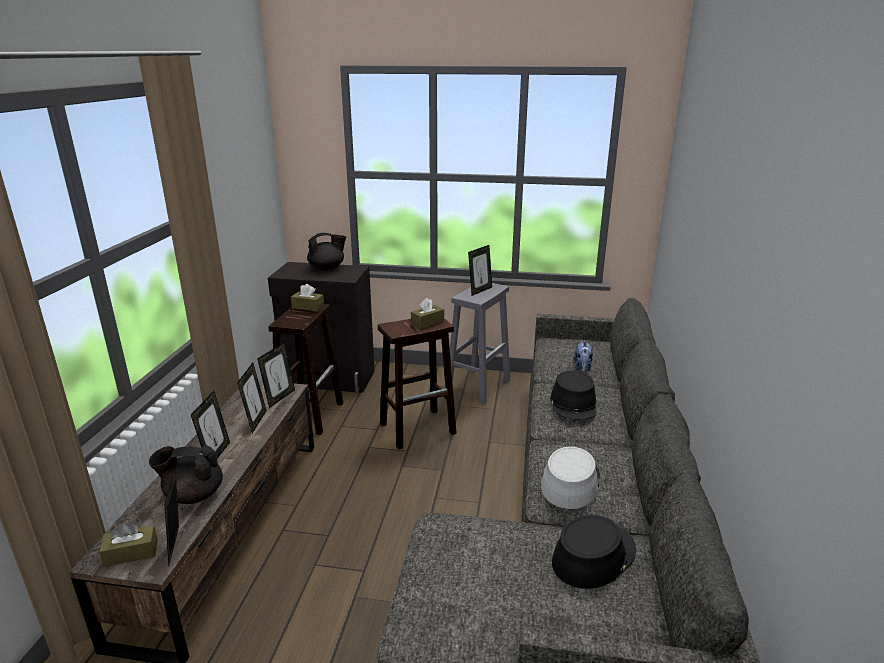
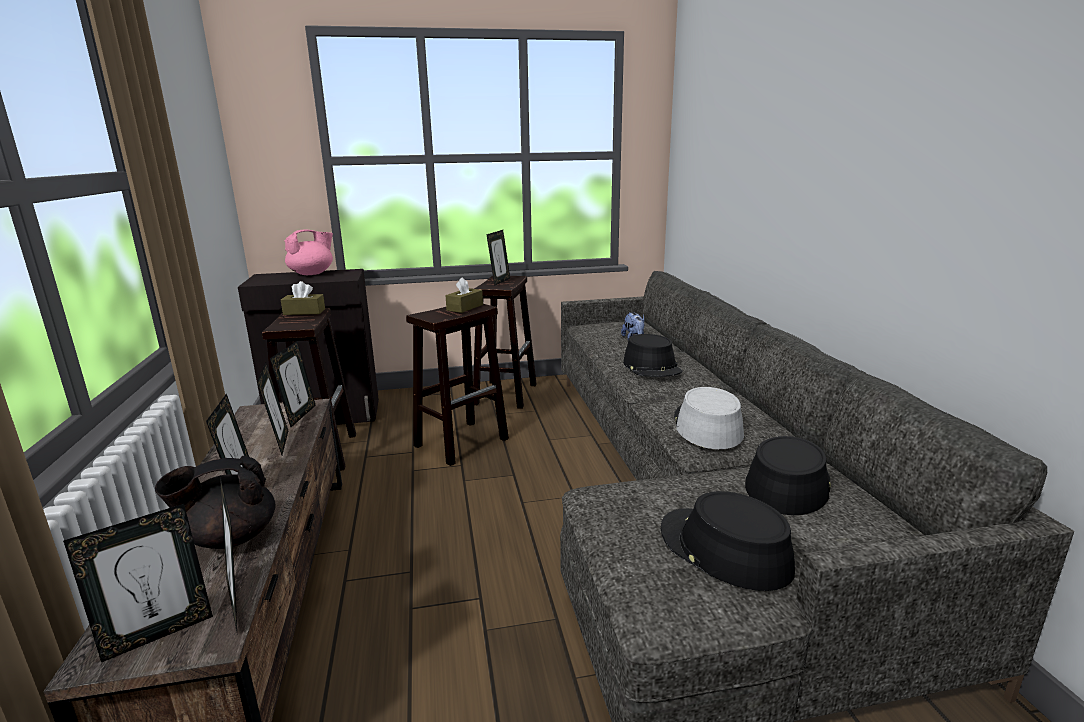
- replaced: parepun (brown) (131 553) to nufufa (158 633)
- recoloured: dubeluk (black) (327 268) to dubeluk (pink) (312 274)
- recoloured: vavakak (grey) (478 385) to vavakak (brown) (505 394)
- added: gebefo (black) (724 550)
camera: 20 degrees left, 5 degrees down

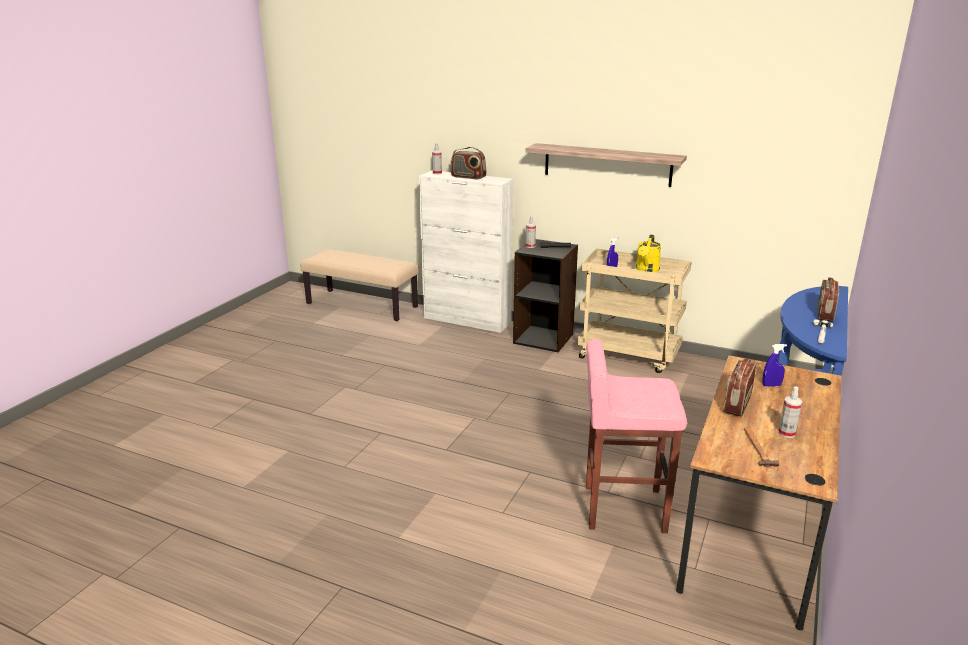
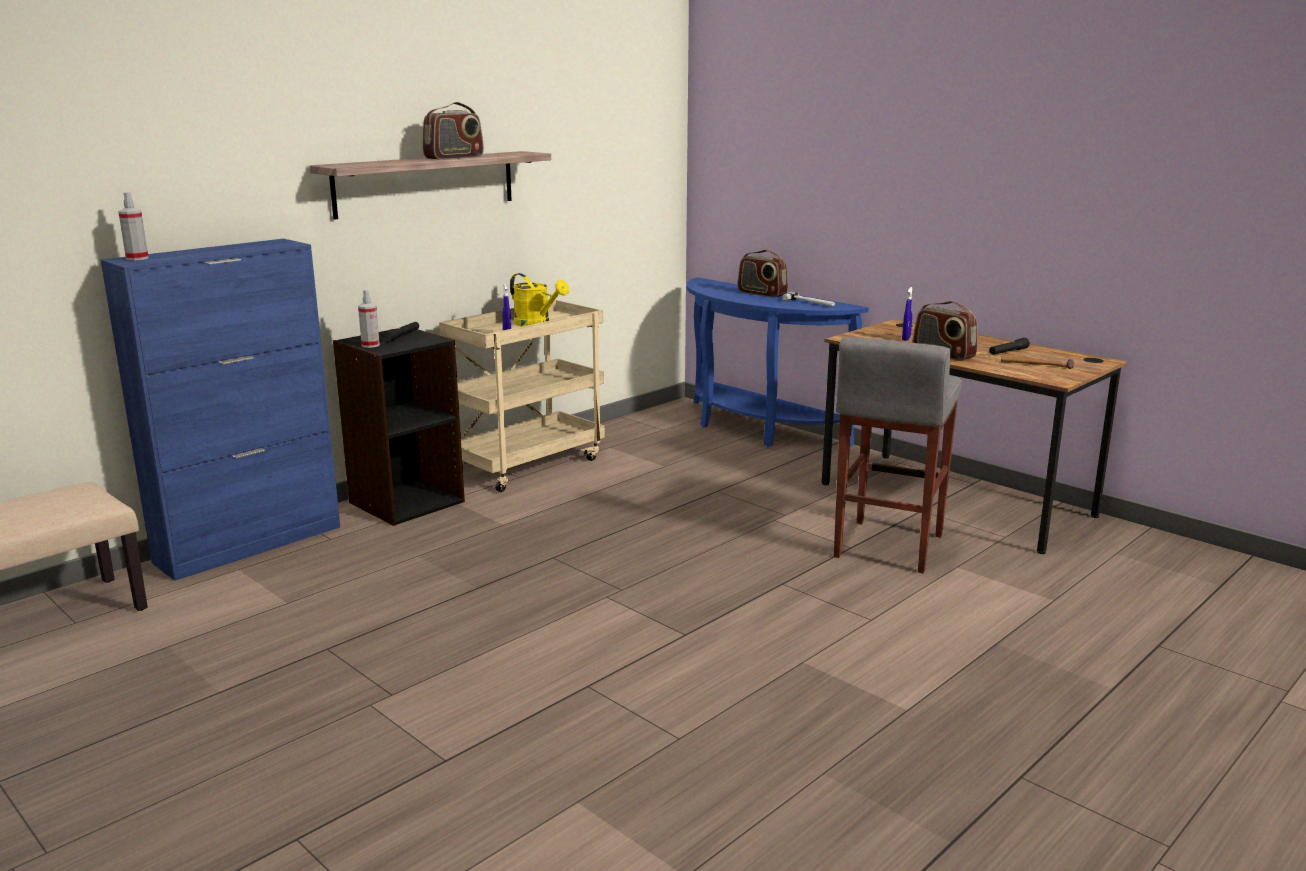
- recoloured: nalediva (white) (467 320) to nalediva (blue) (250 544)
- moved: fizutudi (468 177) to (454 158)
- recoloured: vavakak (pink) (623 508) to vavakak (grey) (887 546)
- replaced: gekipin (786 433) to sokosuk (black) (1008 352)
camera: 70 degrees left, 5 degrees down

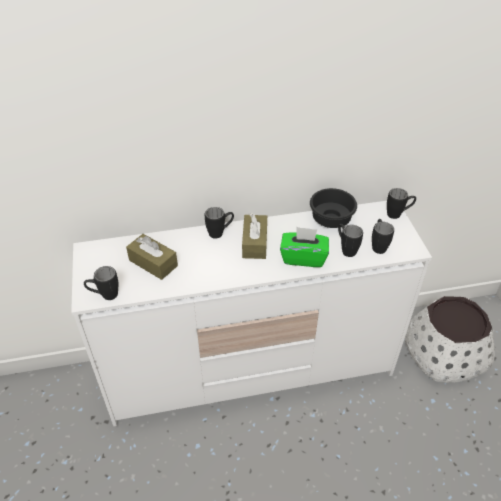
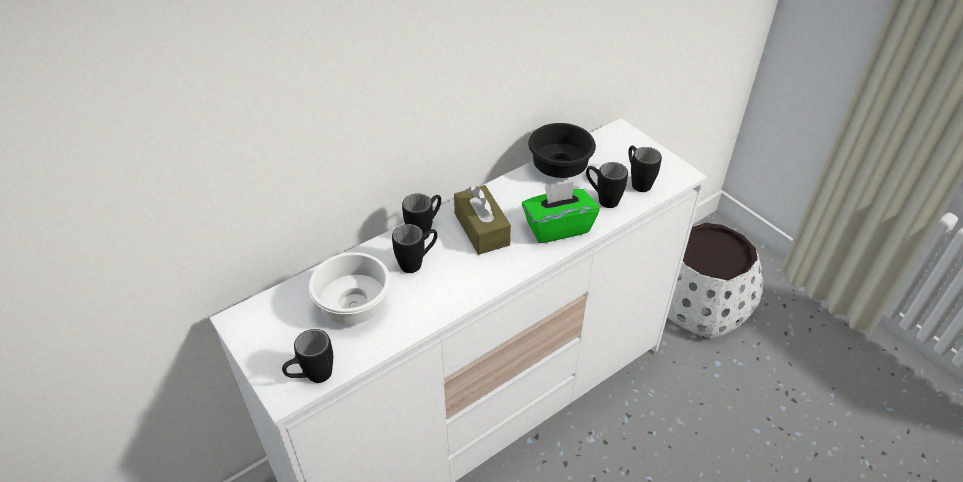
- replaced: parepun (brown) (153 263) to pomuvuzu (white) (356 304)
- moved: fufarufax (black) (398 214) to (417 263)
camera: 25 degrees left, 0 degrees up

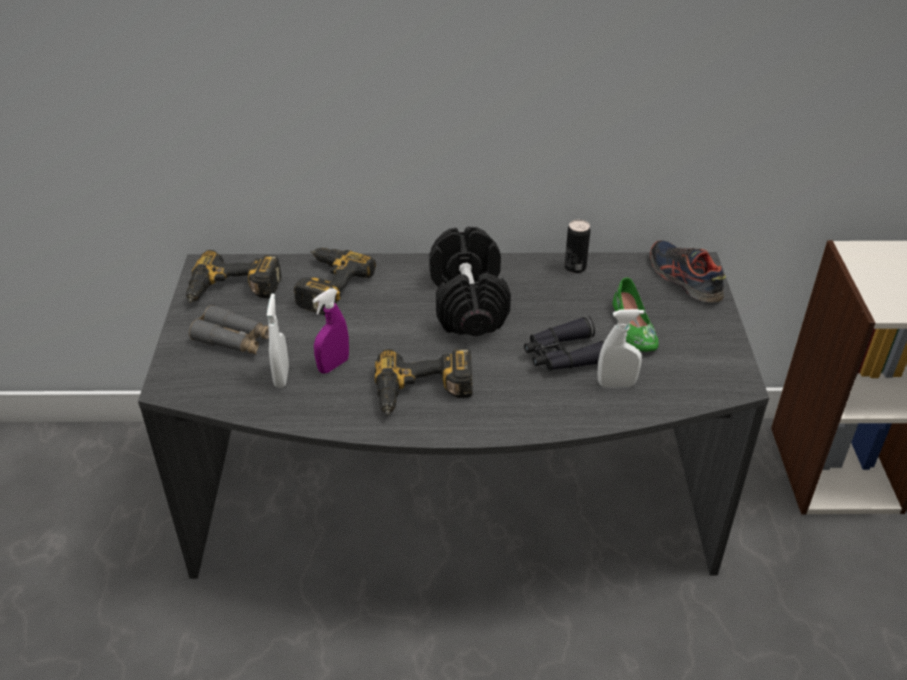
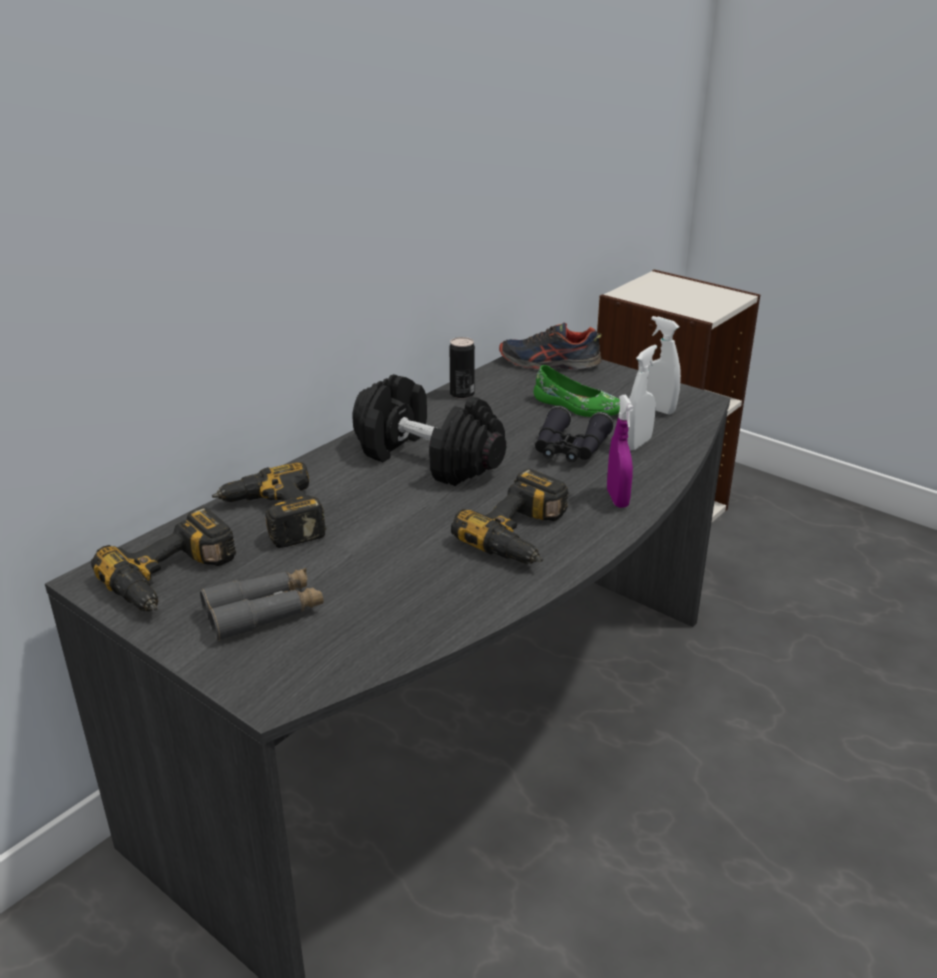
- moved: gekipin (white) (281 377) to (657 409)
- moved: gekipin (purple) (333 365) to (617 499)
camera: 50 degrees left, 10 degrees down

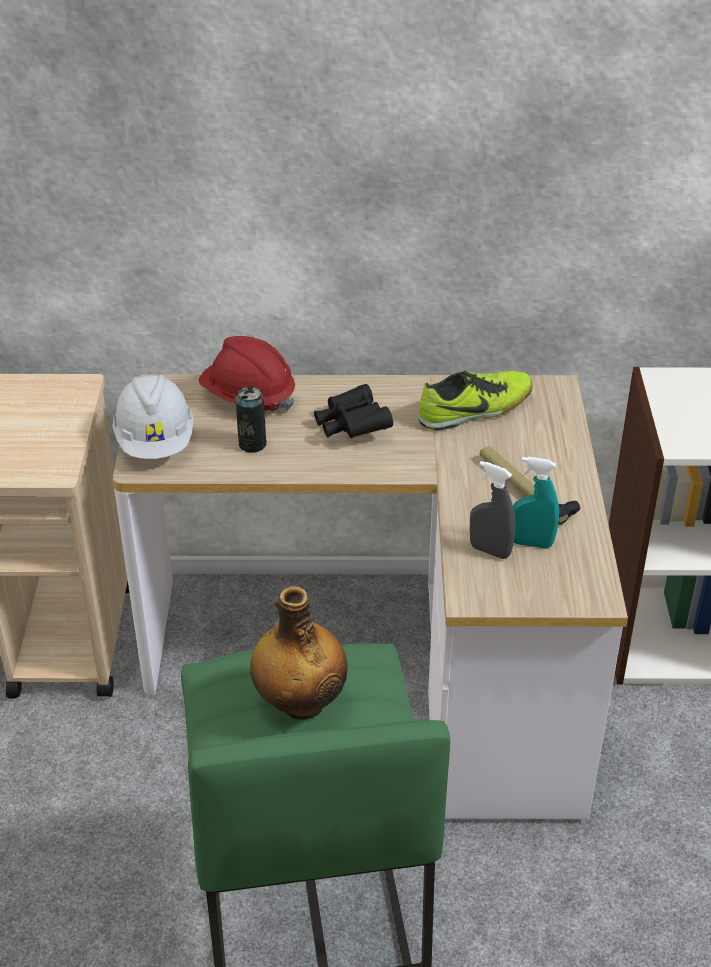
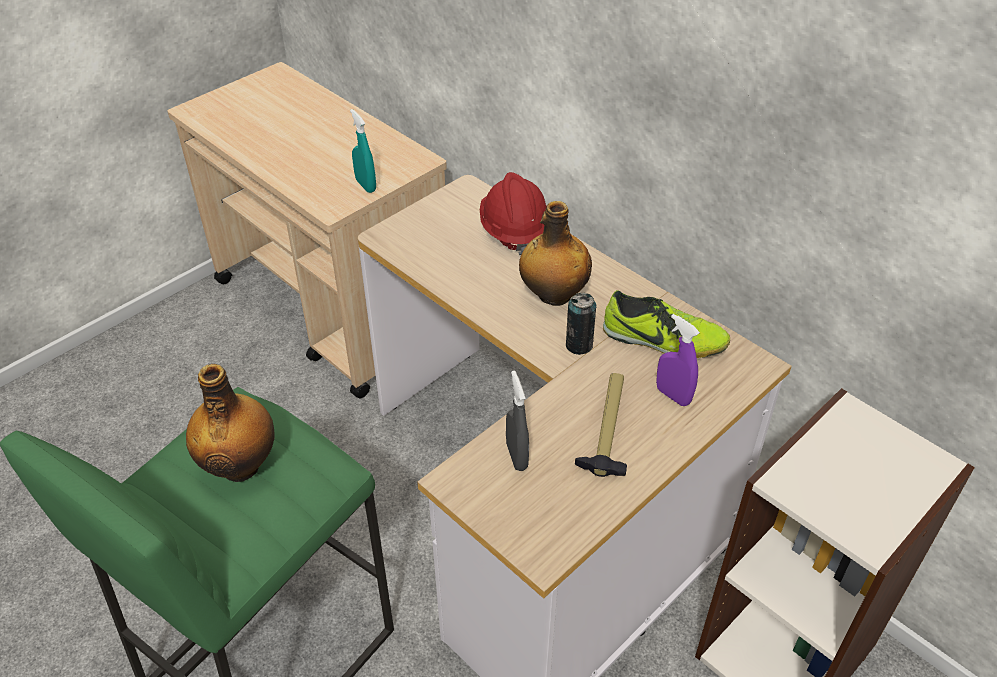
- removed: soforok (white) (155 442)
- moved: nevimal (252 444) to (579 345)
- replaced: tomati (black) (352 427) to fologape (553 295)
- moved: gekipin (turquoise) (531 543) to (366 185)
- added: gekipin (purple) (673 395)
camera: 45 degrees right, 5 degrees up

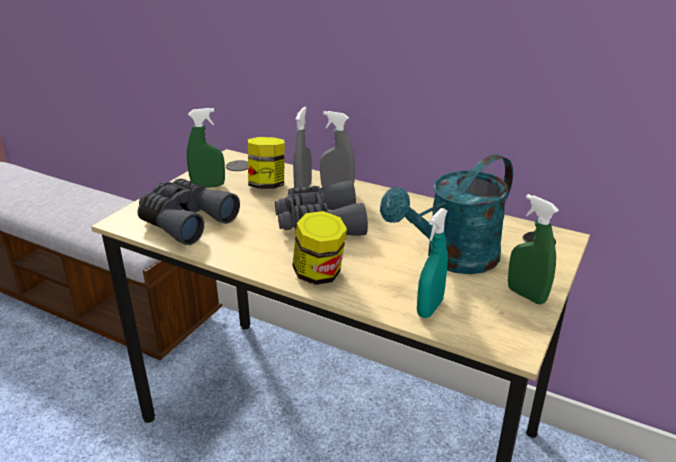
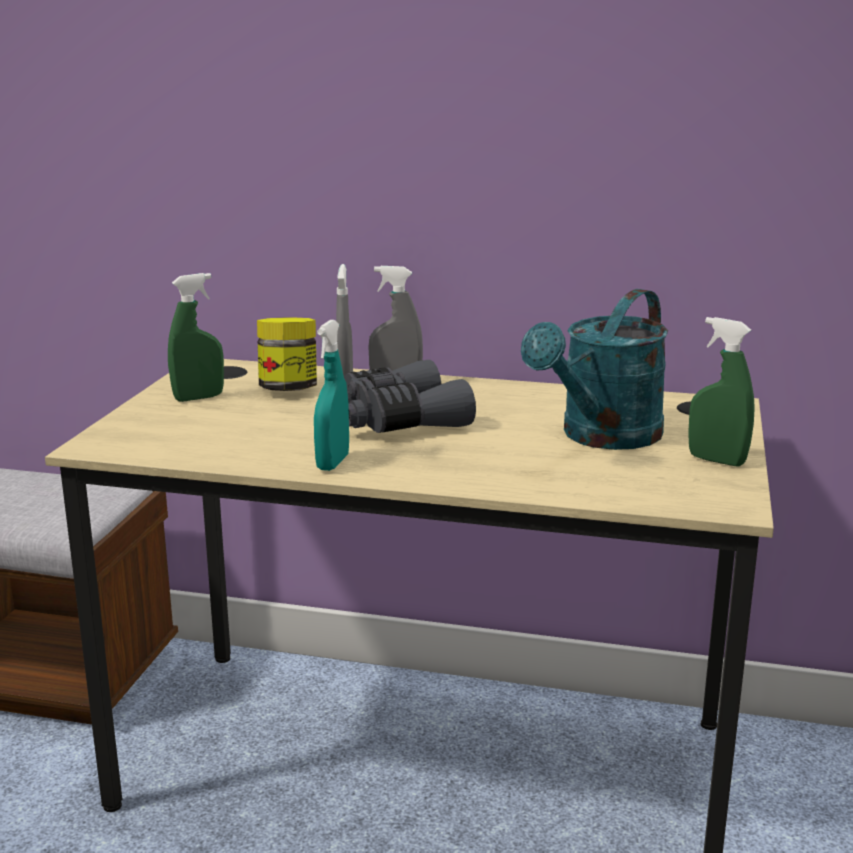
- removed: tomati (grey) (185 221)
- removed: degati (319 274)
- moved: gekipin (turquoise) (430 308) to (333 463)
camera: 15 degrees left, 10 degrees down

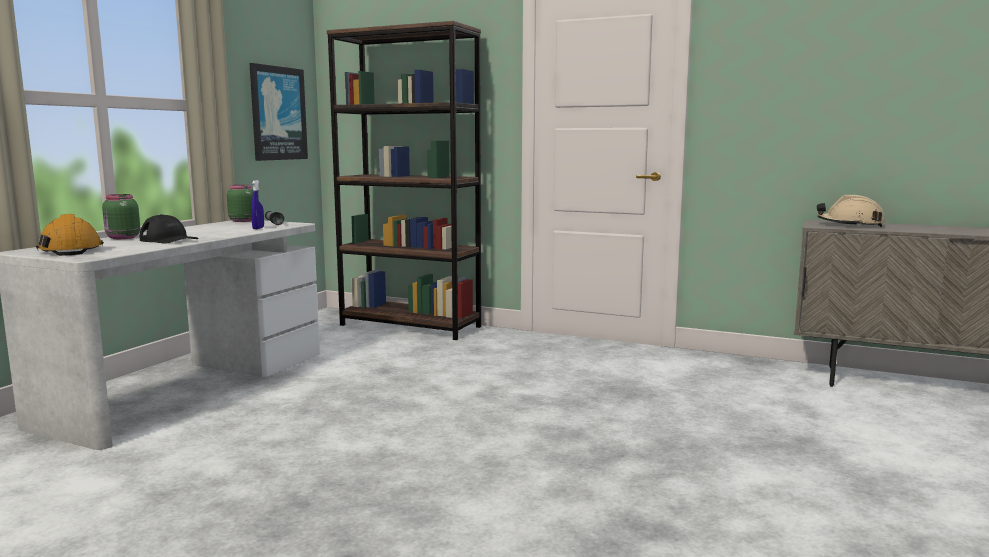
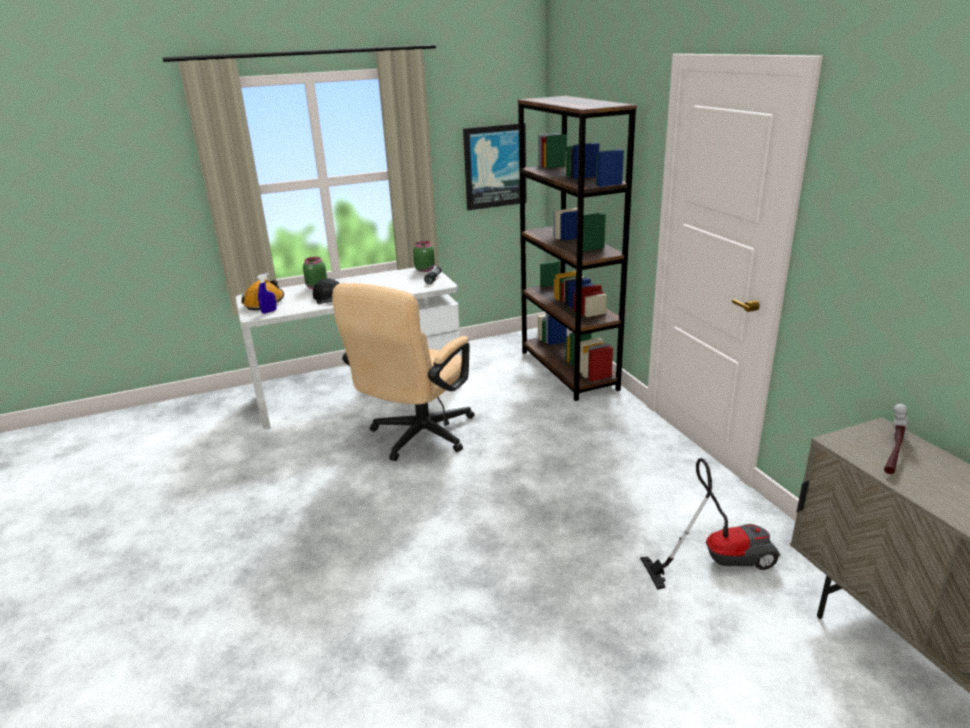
- moved: gekipin (blue) (258 228) to (269 311)
- replaced: soforok (beige) (850 225) to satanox (893 454)
- added: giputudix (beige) (417 438)
- added: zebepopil (717 558)
camera: 45 degrees right, 15 degrees up

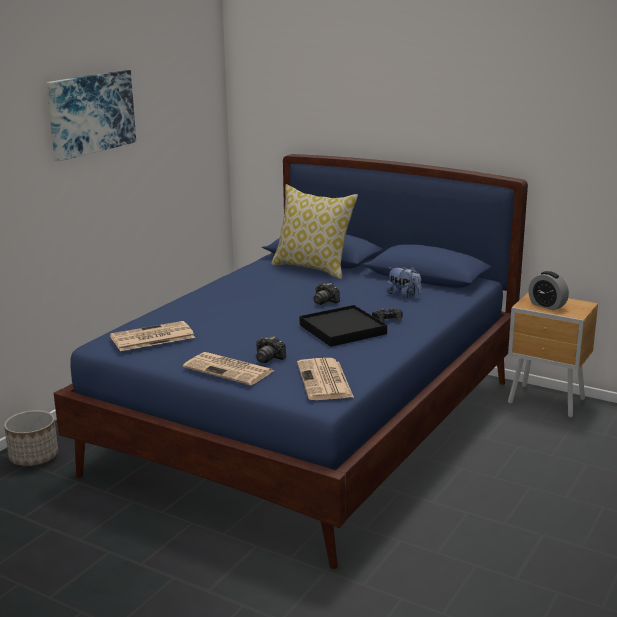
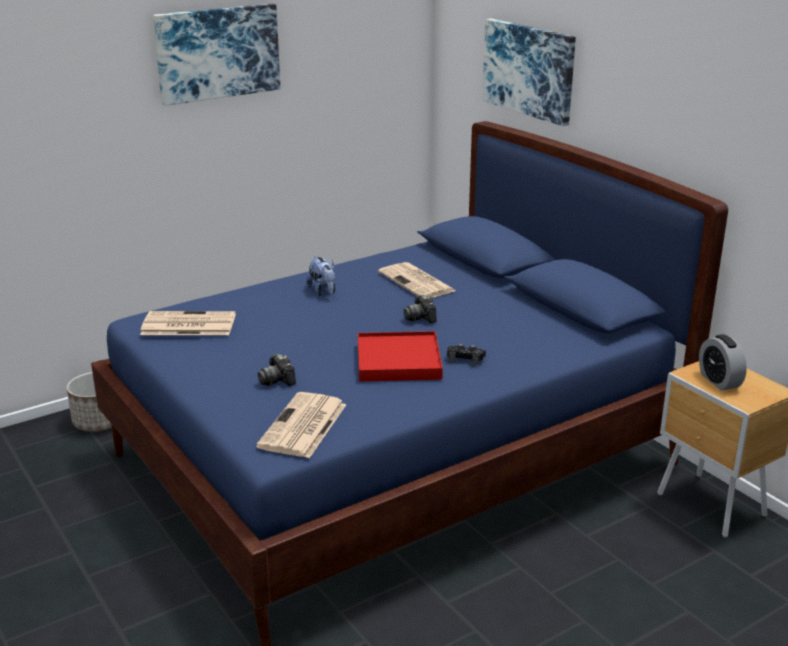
- moved: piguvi (230 369) to (417 282)
- removed: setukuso (313 268)
- recoloured: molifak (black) (343 329) to molifak (red) (399 361)
- moved: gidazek (404 294) to (323 291)
- added: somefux (529 70)
camera: 25 degrees right, 5 degrees up

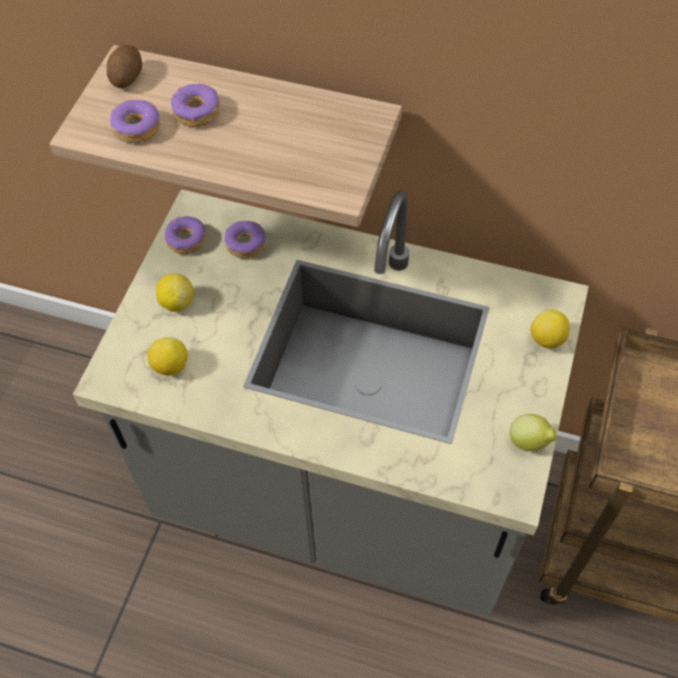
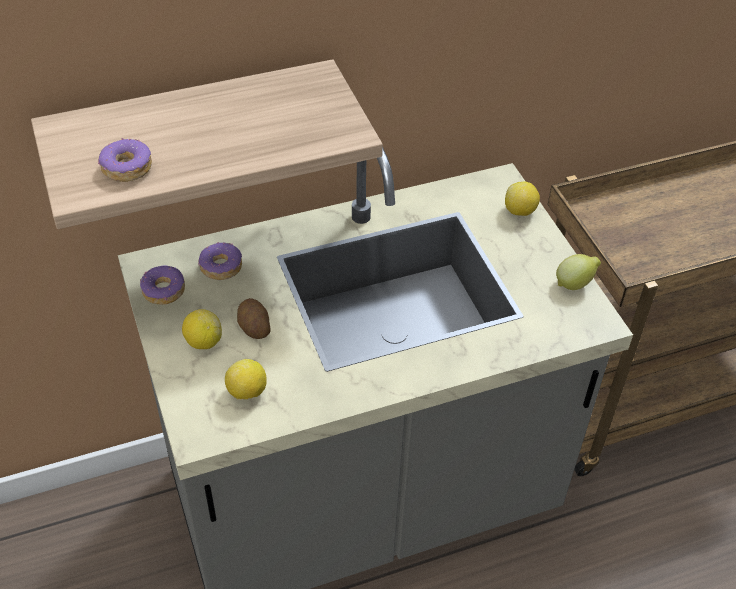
- moved: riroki (126 77) to (254 327)
- removed: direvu (196 112)
camera: 40 degrees left, 10 degrees down

